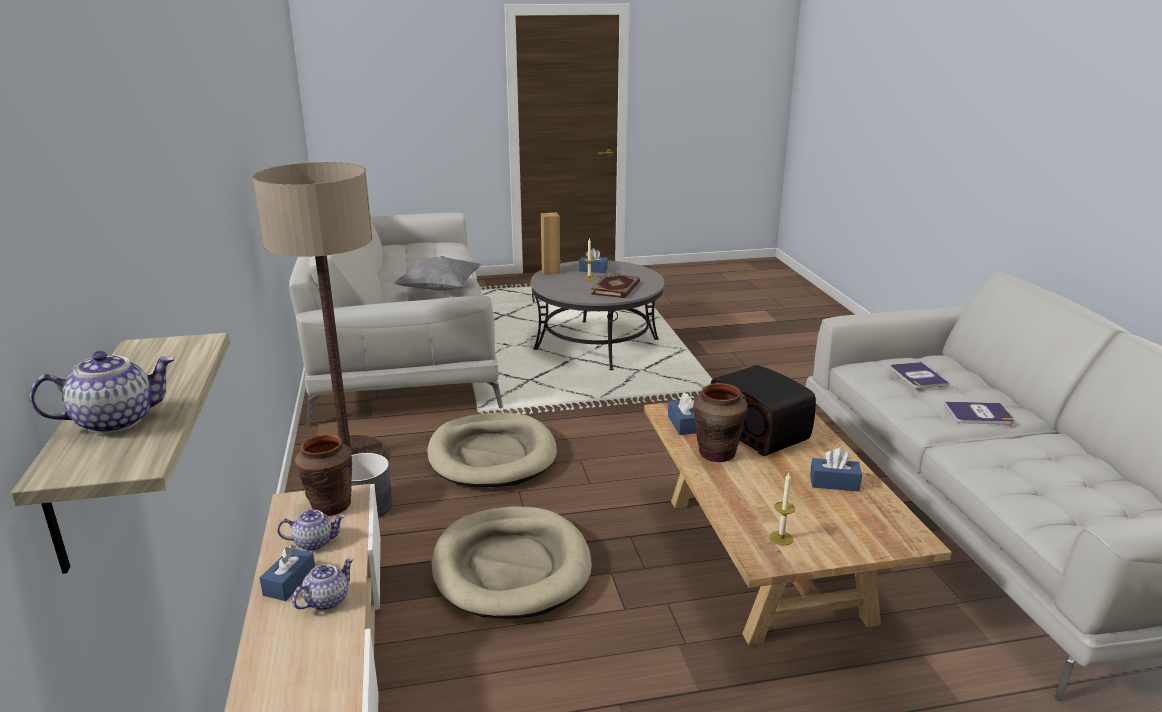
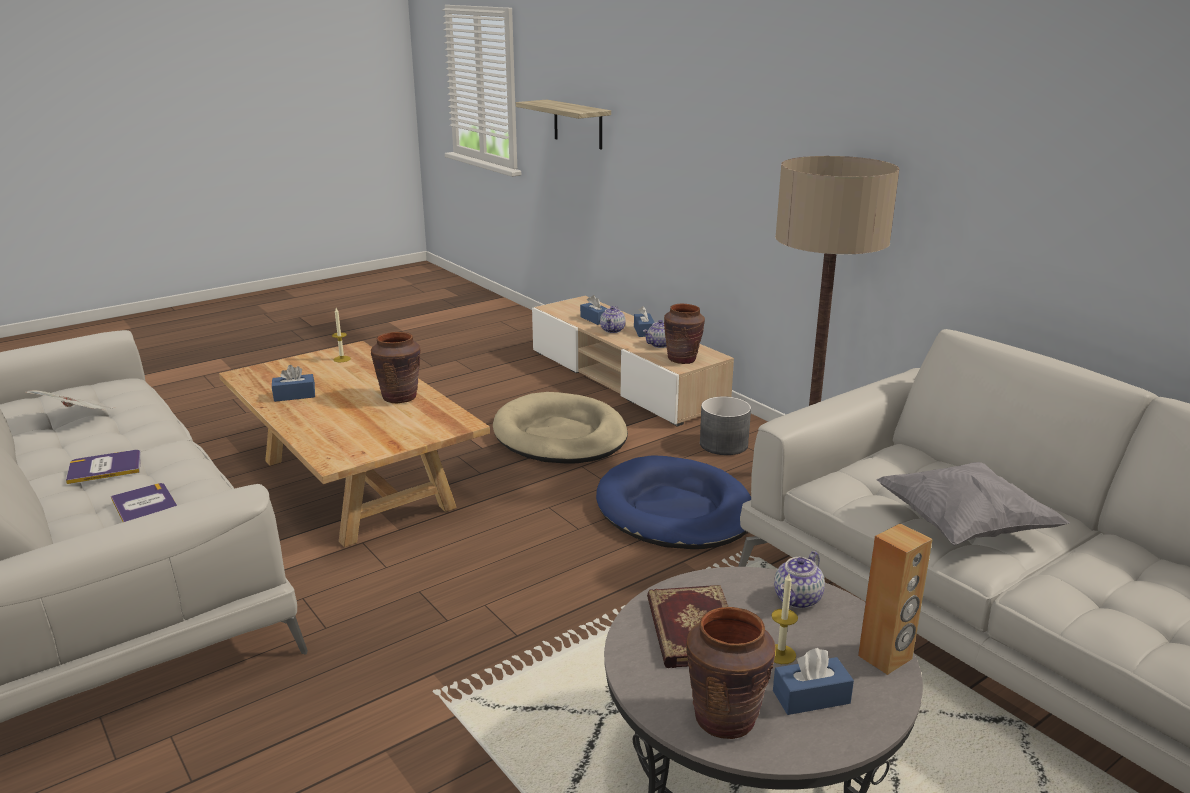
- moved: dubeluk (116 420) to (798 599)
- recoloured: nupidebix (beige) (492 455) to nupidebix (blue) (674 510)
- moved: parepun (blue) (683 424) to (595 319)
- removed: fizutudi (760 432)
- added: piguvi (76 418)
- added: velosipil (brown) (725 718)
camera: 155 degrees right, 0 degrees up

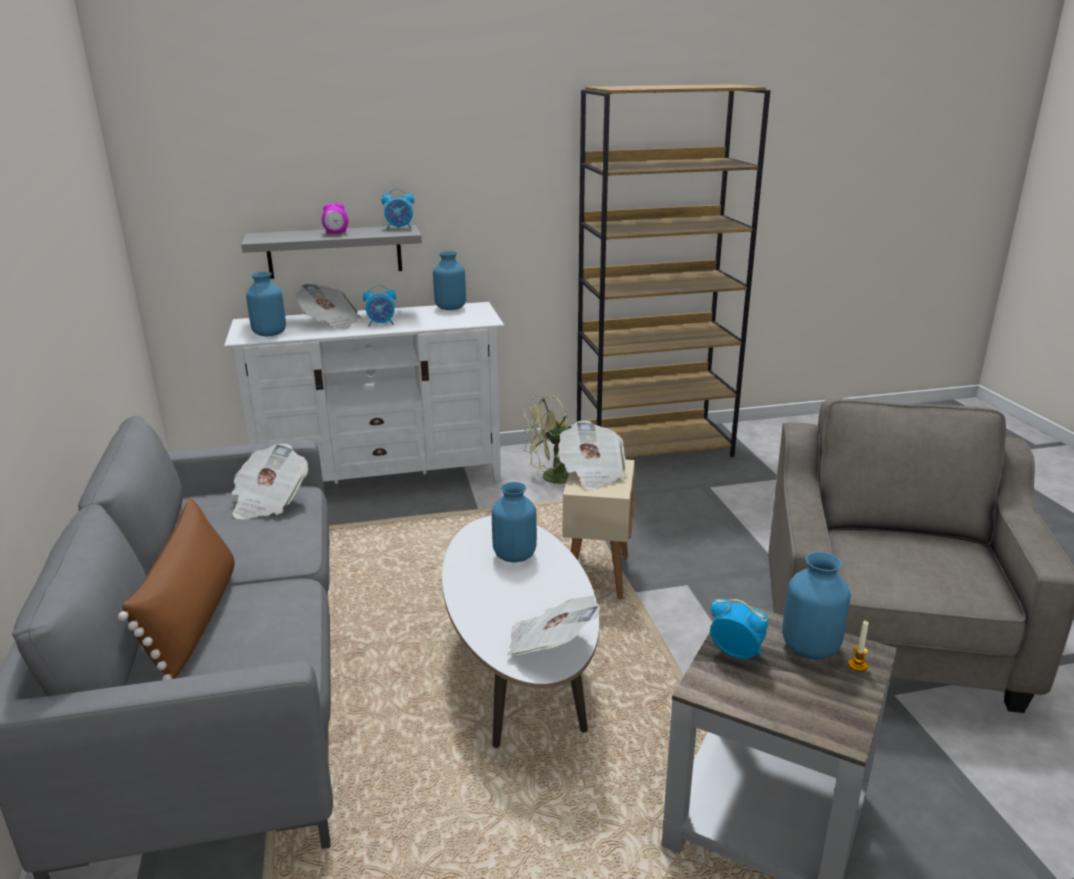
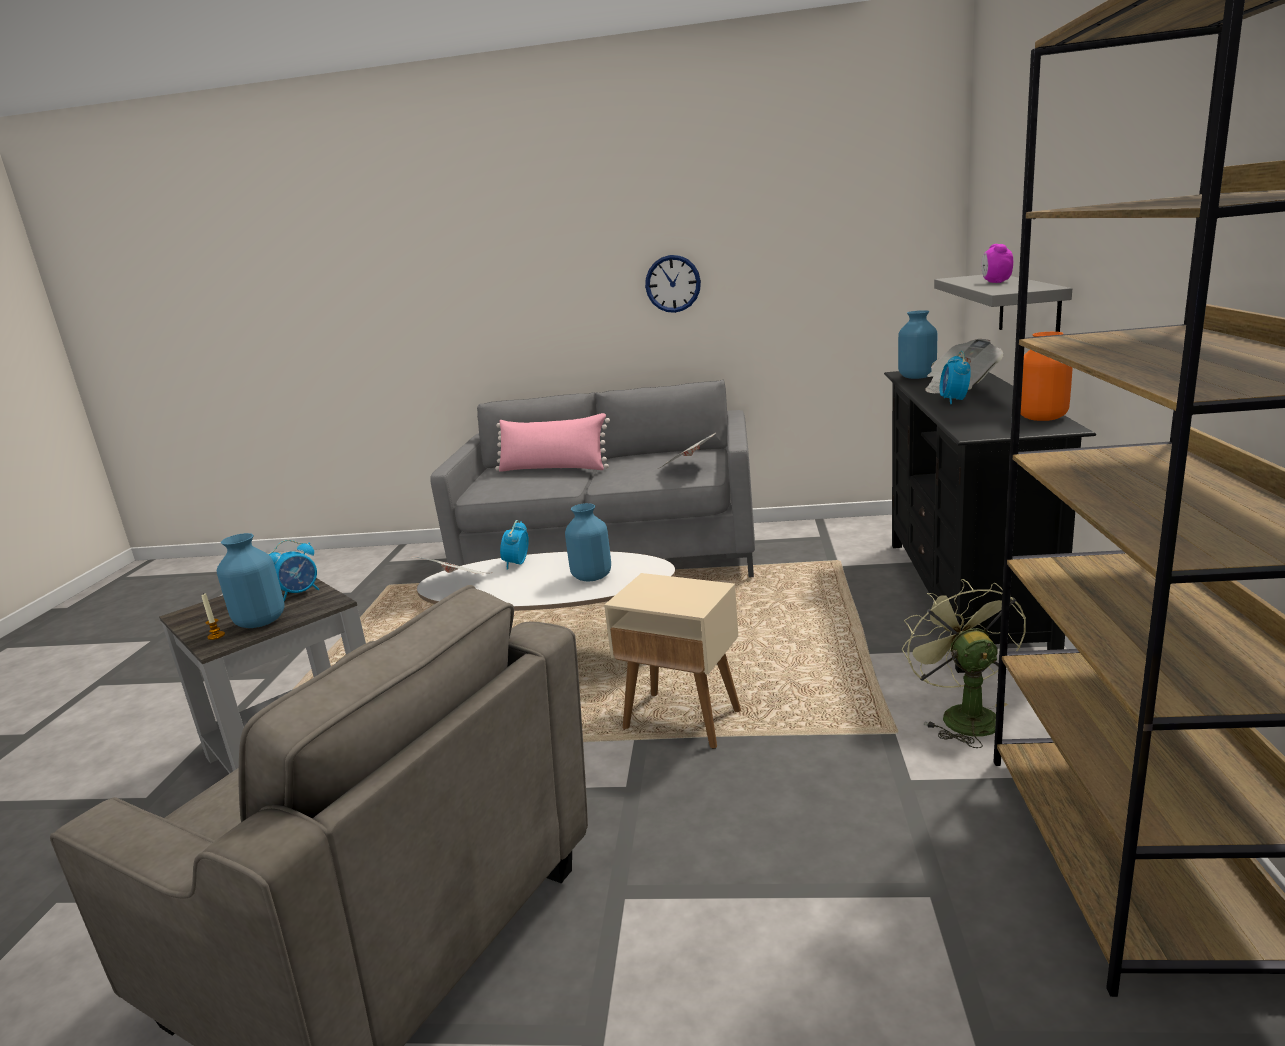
- recoloured: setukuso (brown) (193 618) to setukuso (pink) (553 469)
- recoloured: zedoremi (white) (381 477) to zedoremi (black) (964 597)
- moved: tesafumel (399 228) to (517 564)
- recoloured: velosipil (blue) (450 308) to velosipil (orange) (1043 418)
- removed: piguvi (592 473)
- added: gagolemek (673 283)
camera: 110 degrees right, 5 degrees down

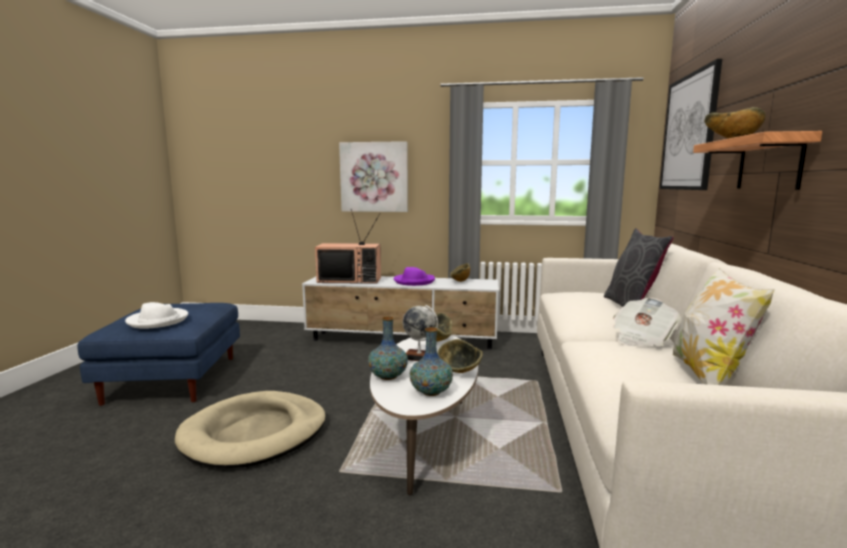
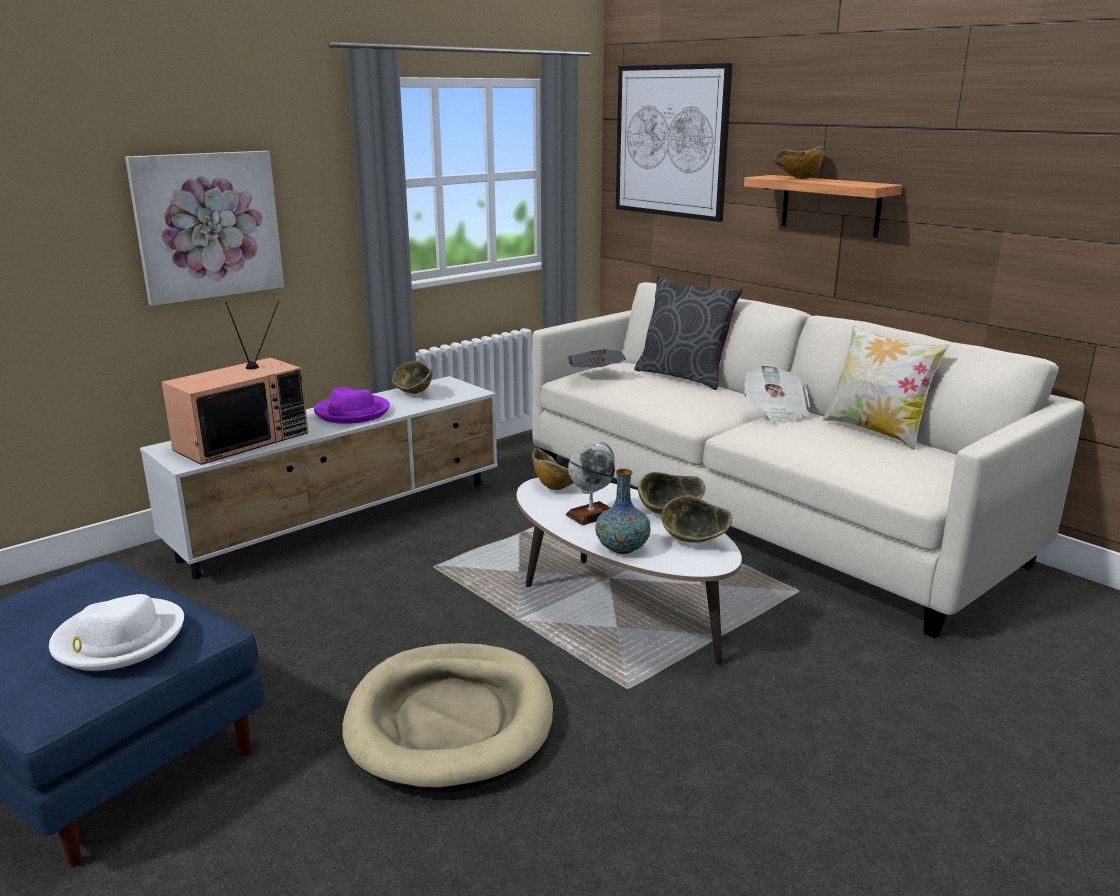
- replaced: velosipil (431 392) to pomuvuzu (695 542)
- added: piguvi (596 375)
camera: 50 degrees left, 10 degrees up

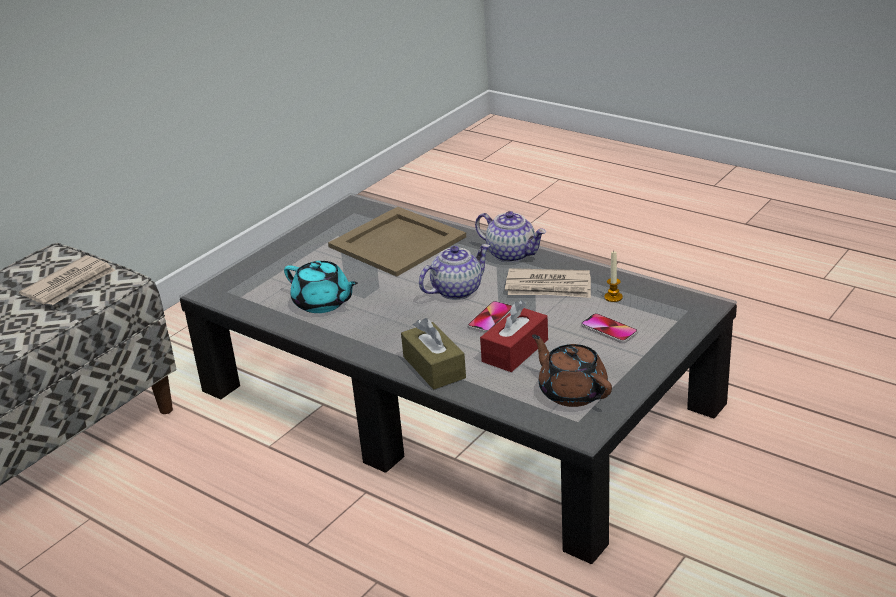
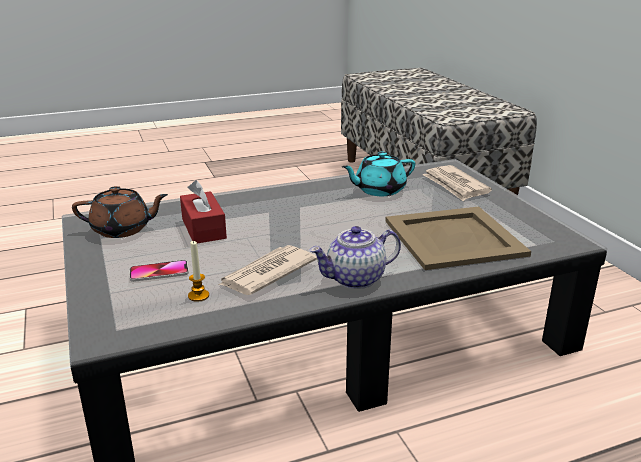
- moved: piguvi (70 284) to (455 186)
- removed: parepun (brown) (434 367)
- removed: dubeluk (457 290)
- removed: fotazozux (491 318)
camera: 120 degrees right, 5 degrees down

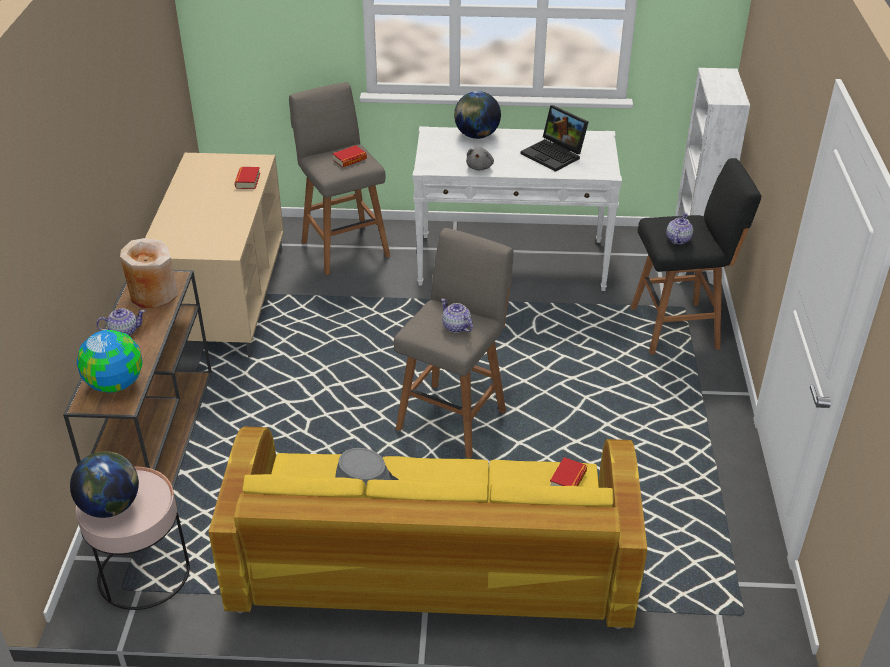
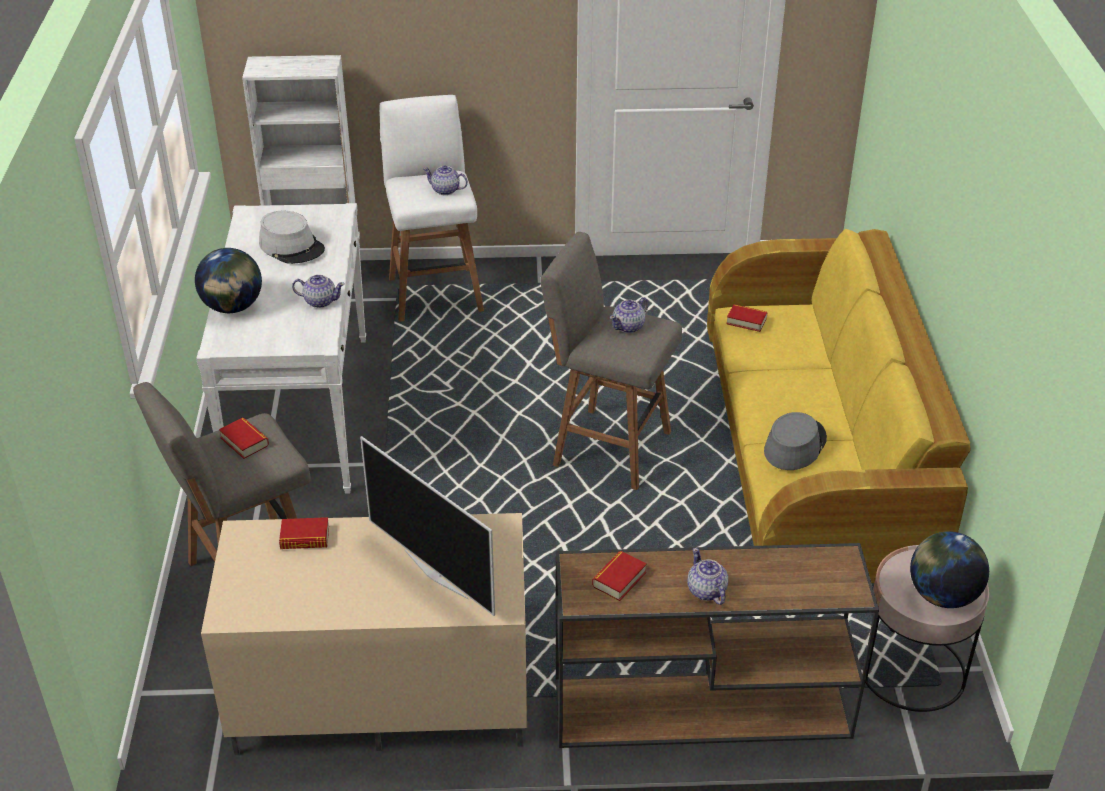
- removed: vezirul (115 383)
- replaced: velosipil (beige) (153 294) to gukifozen (619 579)
- replaced: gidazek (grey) (480 167) to dubeluk (320 301)
- replaced: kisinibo (555 155) to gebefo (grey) (292 246)
- recoloured: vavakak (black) (678 328) to vavakak (white) (435 292)
- added: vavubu (437 573)
camera: 95 degrees left, 0 degrees up

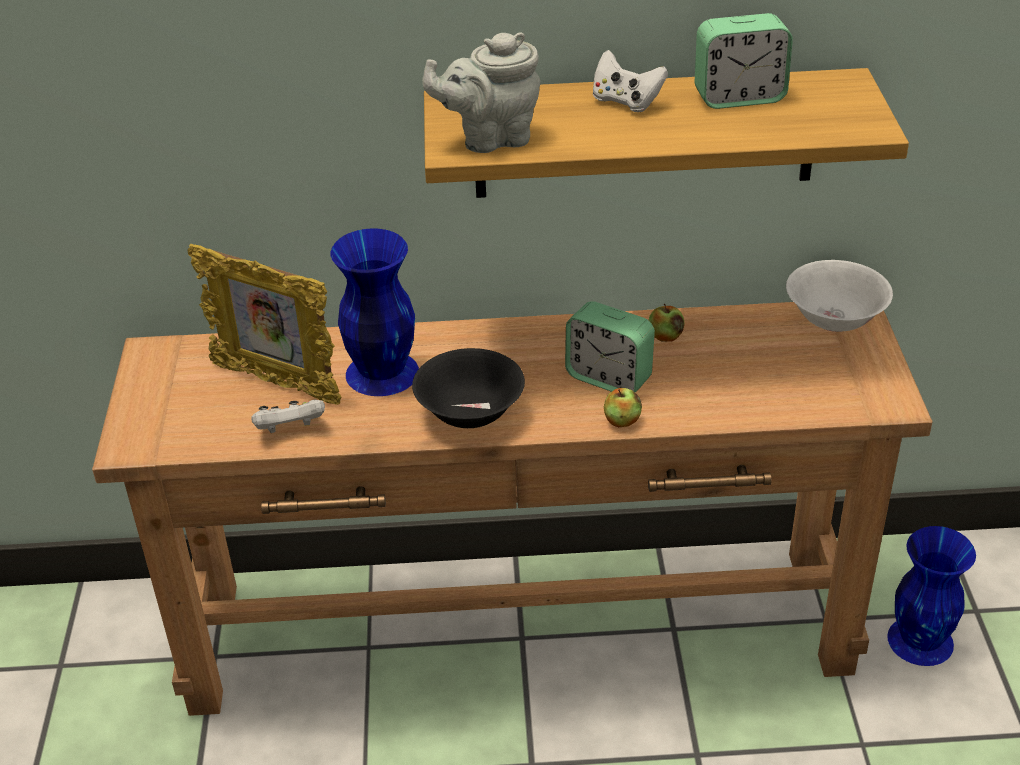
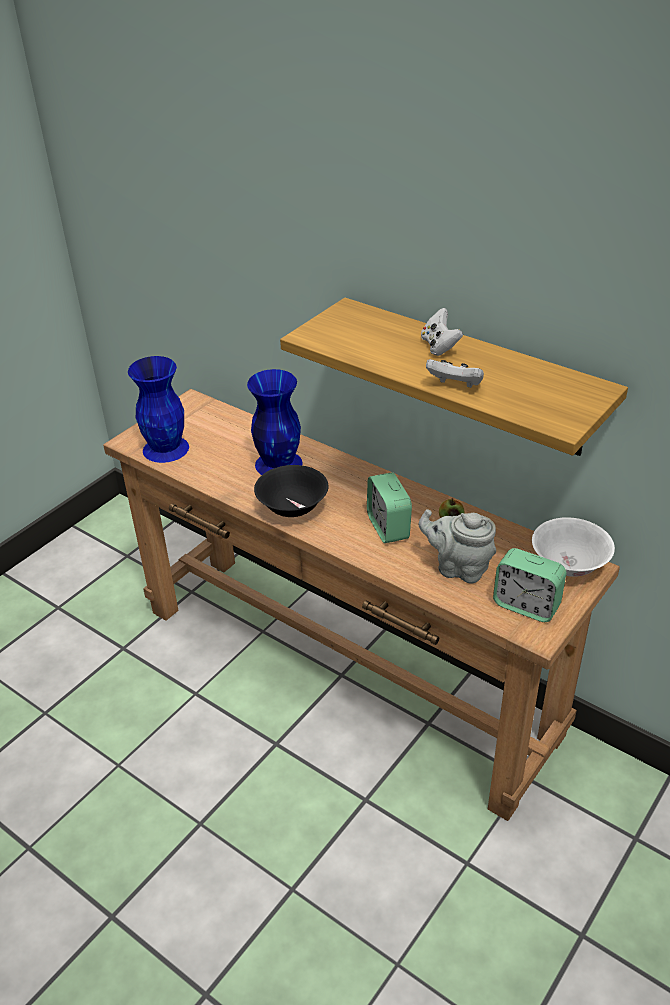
- removed: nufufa (277 383)
- moved: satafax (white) (290 430) to (455 386)
- moved: dubeluk (grey) (490 138) to (458 568)
- removed: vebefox (622 421)
- moved: tesafumel (739 97) to (526 605)
- moved: velosipil (blue) (920 639) to (166 448)
camera: 40 degrees right, 0 degrees up

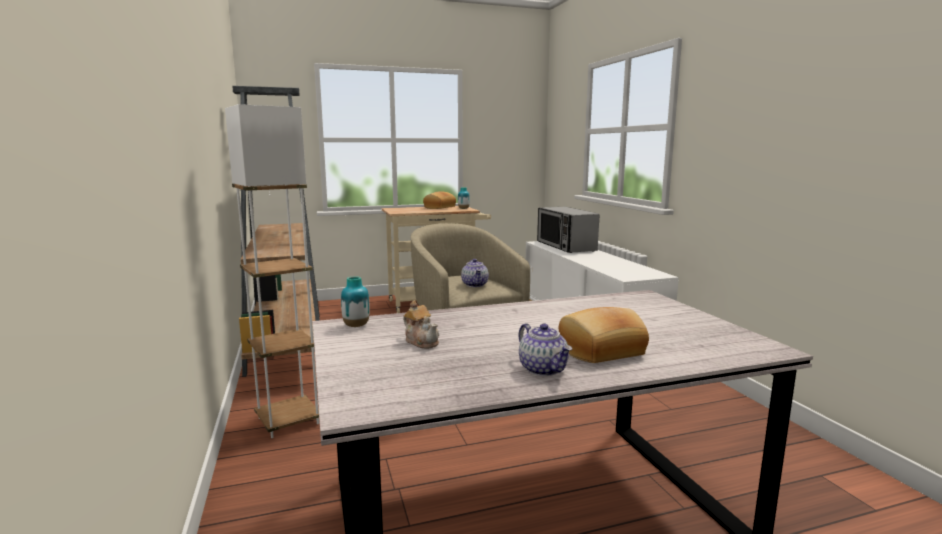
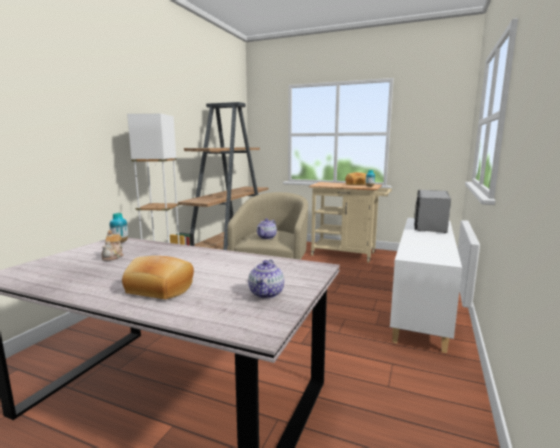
- moved: dubeluk (544 369) to (266 294)
camera: 40 degrees right, 0 degrees up

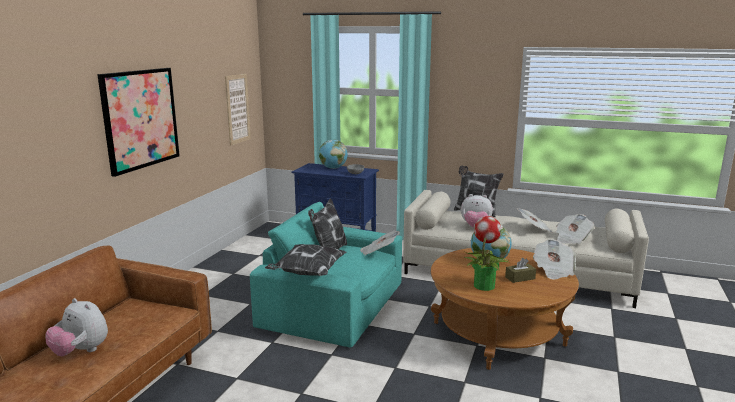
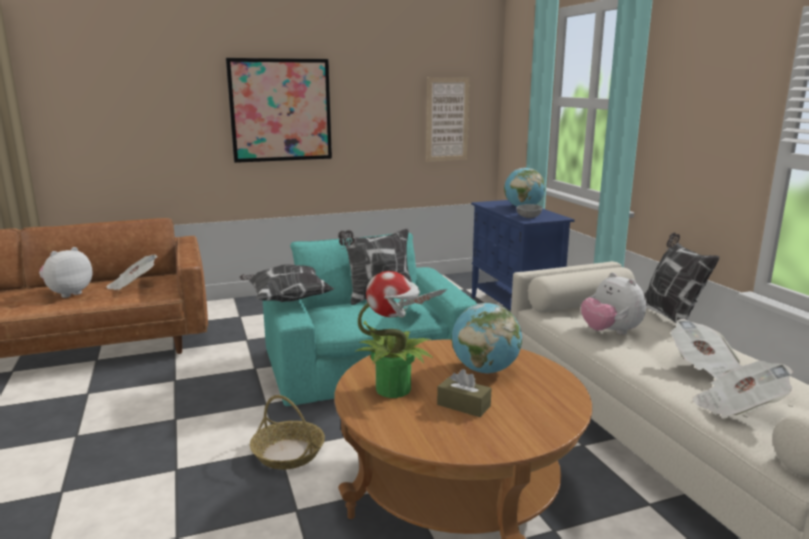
- turned: gidazek (81 351) = (68 293) 45 degrees clockwise
- moved: piguvi (553 270) to (133 285)
- added: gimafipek (288 453)
camera: 50 degrees right, 0 degrees up

